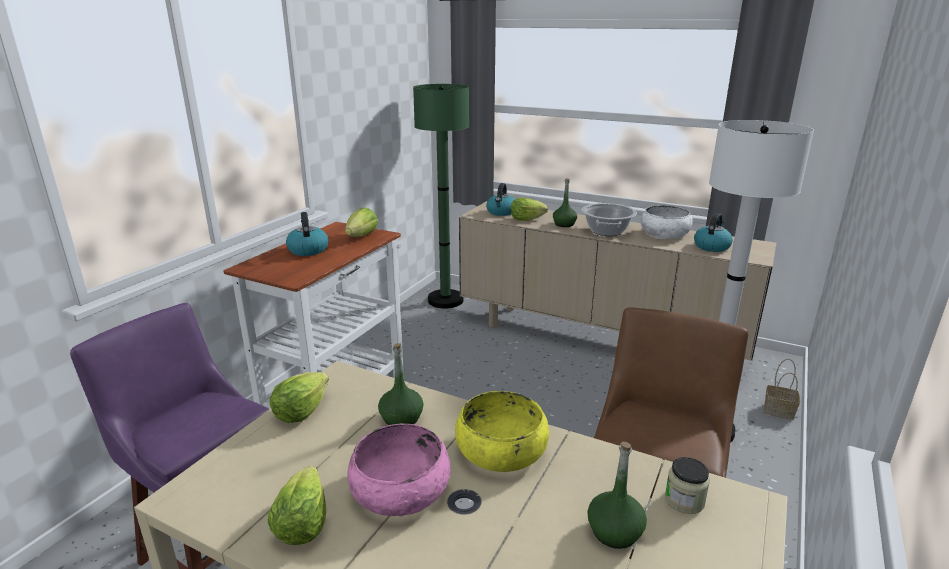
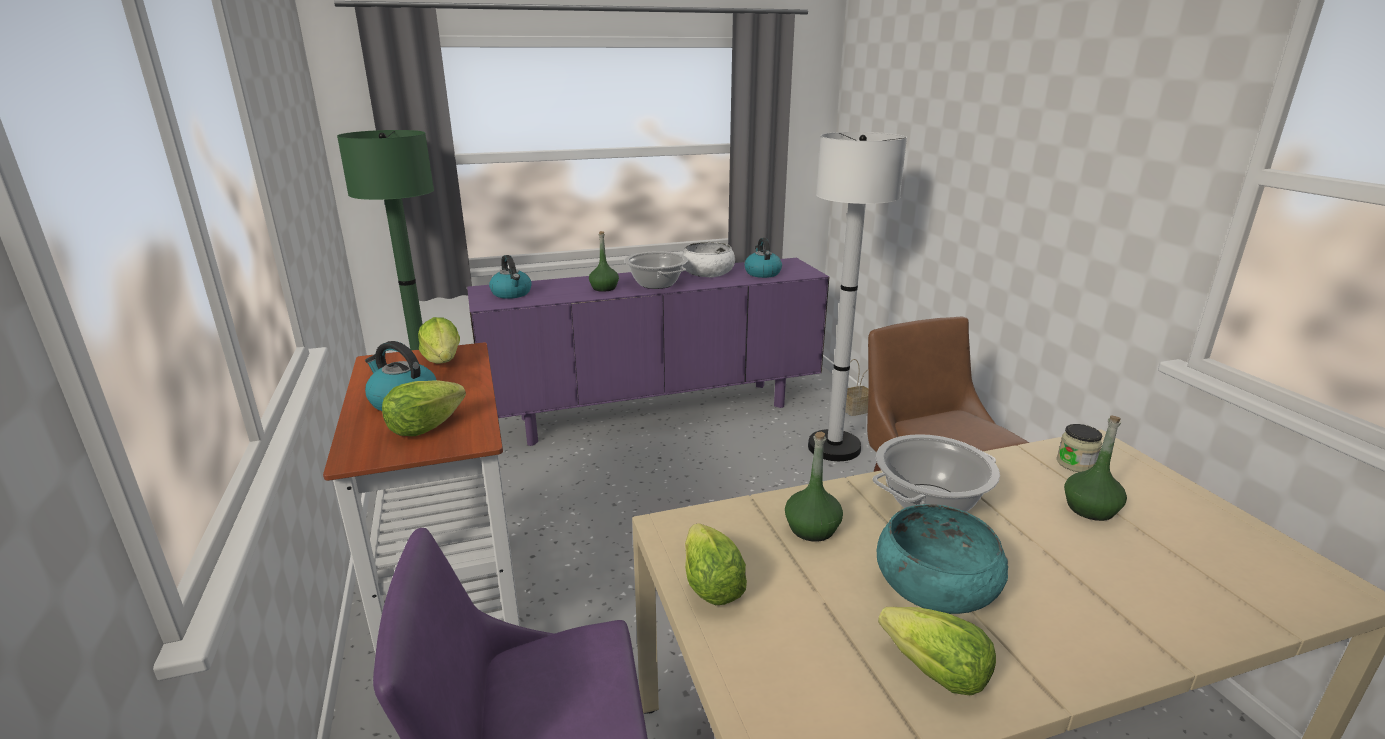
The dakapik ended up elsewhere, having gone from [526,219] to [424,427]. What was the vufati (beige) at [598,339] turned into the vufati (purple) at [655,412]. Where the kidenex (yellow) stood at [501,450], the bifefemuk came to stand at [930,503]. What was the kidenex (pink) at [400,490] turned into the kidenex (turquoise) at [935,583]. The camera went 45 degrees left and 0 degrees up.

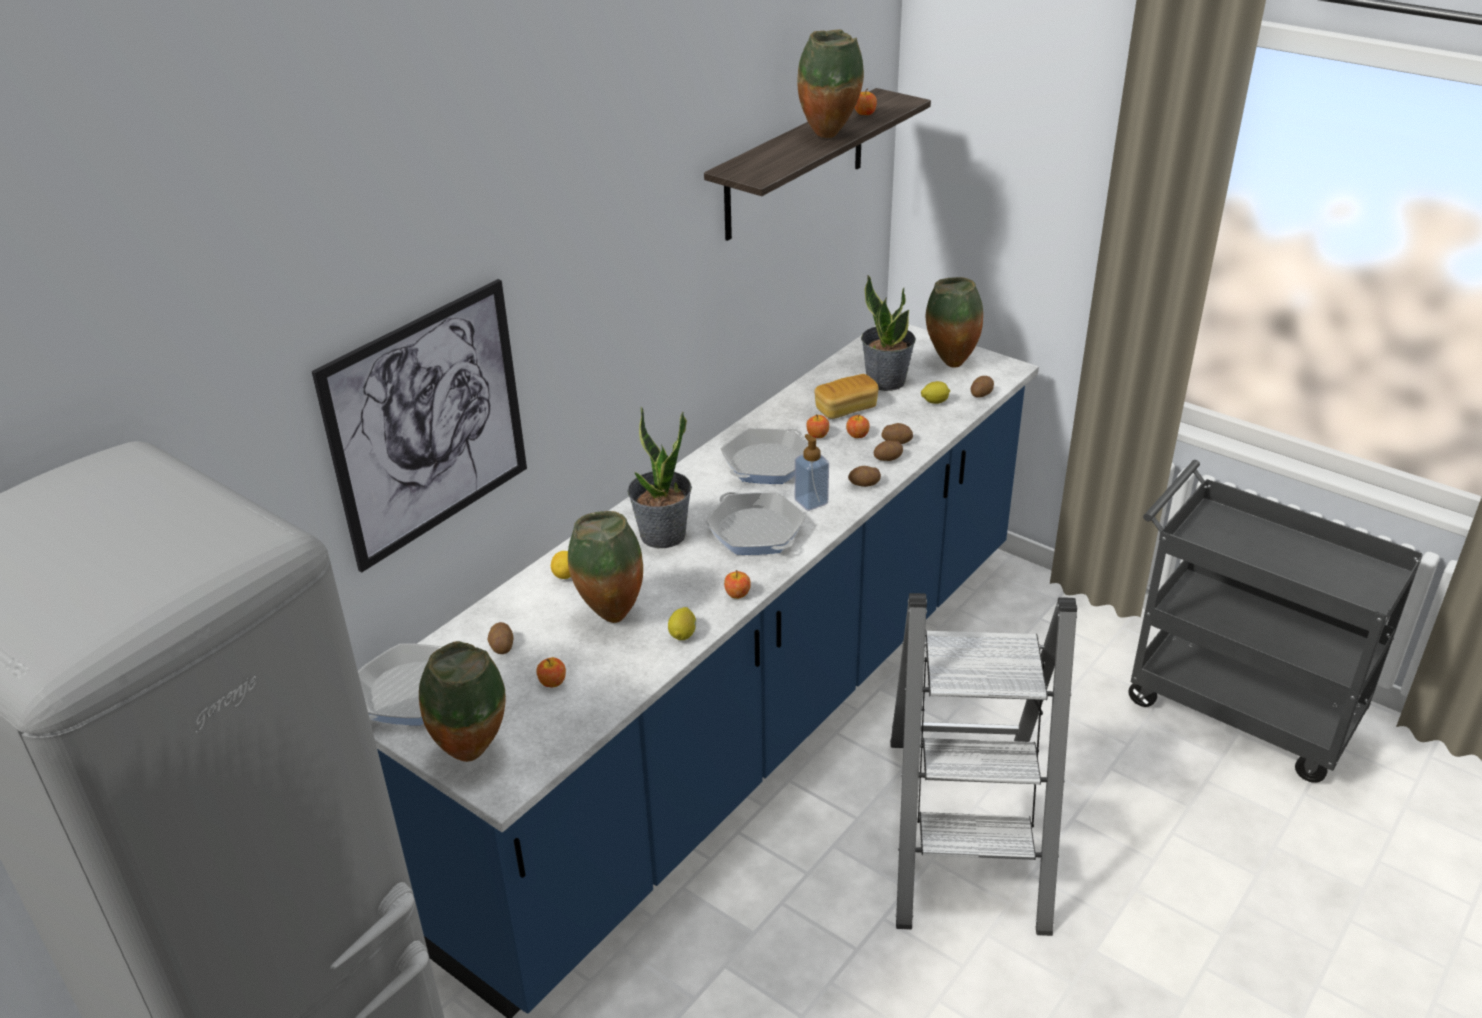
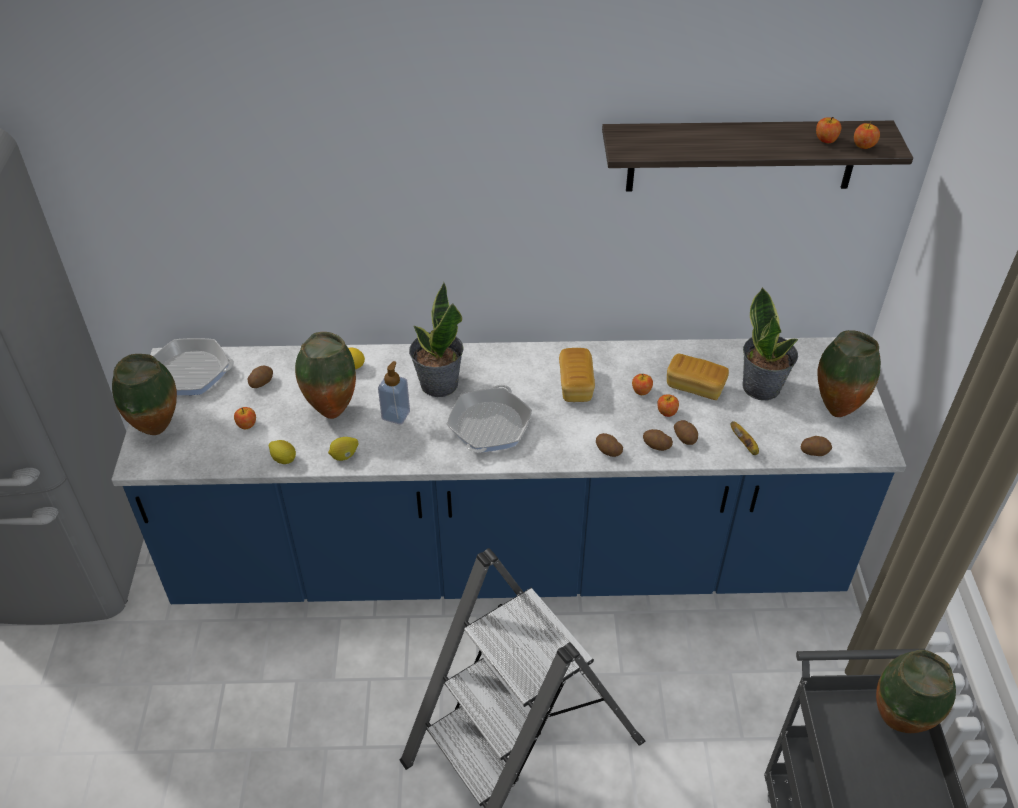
The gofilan ended up elsewhere, having gone from [829,136] to [899,724]. The second view lost the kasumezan at [428,424]. The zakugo ended up elsewhere, having gone from [934,402] to [284,459]. Where the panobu stood at [766,463], the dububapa came to stand at [575,385]. The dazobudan ended up elsewhere, having gone from [811,502] to [396,415]. The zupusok ended up elsewhere, having gone from [737,594] to [863,146]. The second view gained the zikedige at [745,445]. The camera went 50 degrees right and 10 degrees up.

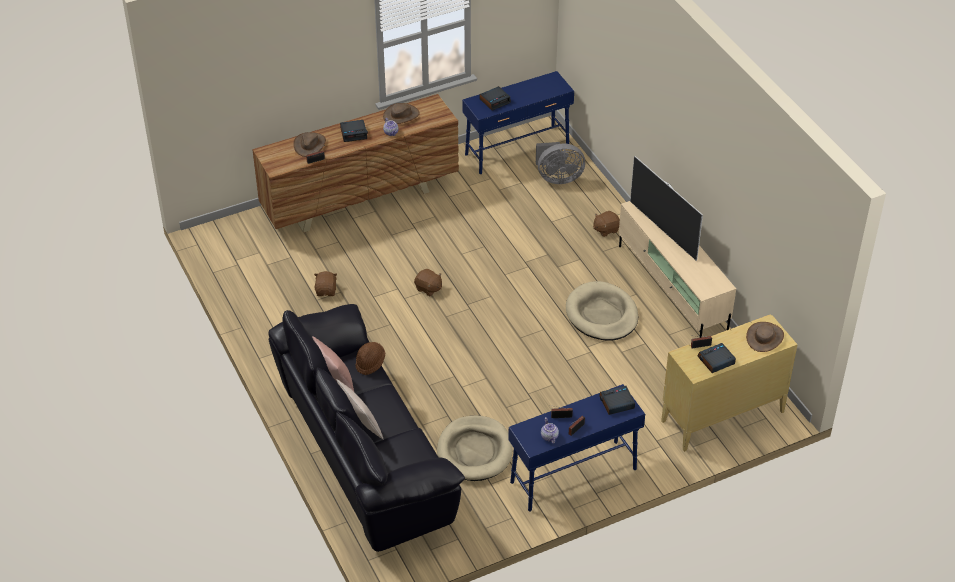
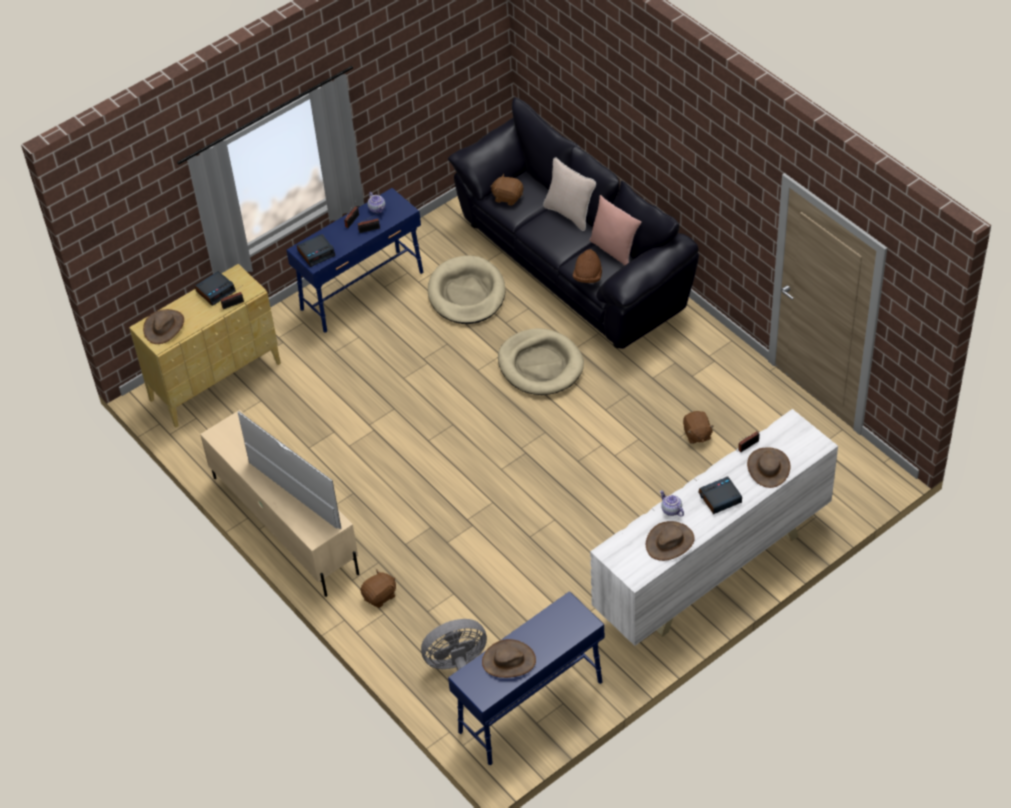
The second view lost the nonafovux at [495,101]. What was the vufati (brown) at [361,201] turned into the vufati (white) at [712,570]. The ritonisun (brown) ended up elsewhere, having gone from [428,288] to [507,197]. The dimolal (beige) ended up elsewhere, having gone from [602,314] to [540,365]. The second view gained the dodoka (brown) at [509,661]. The camera went 170 degrees right and 5 degrees up.

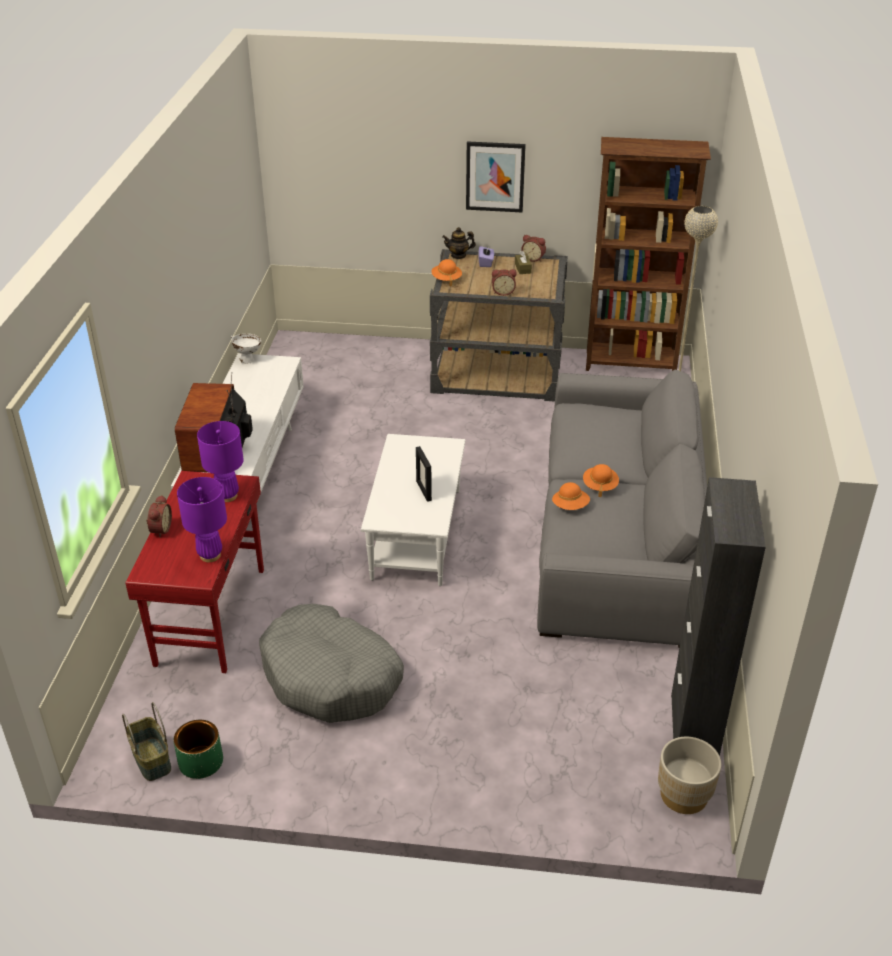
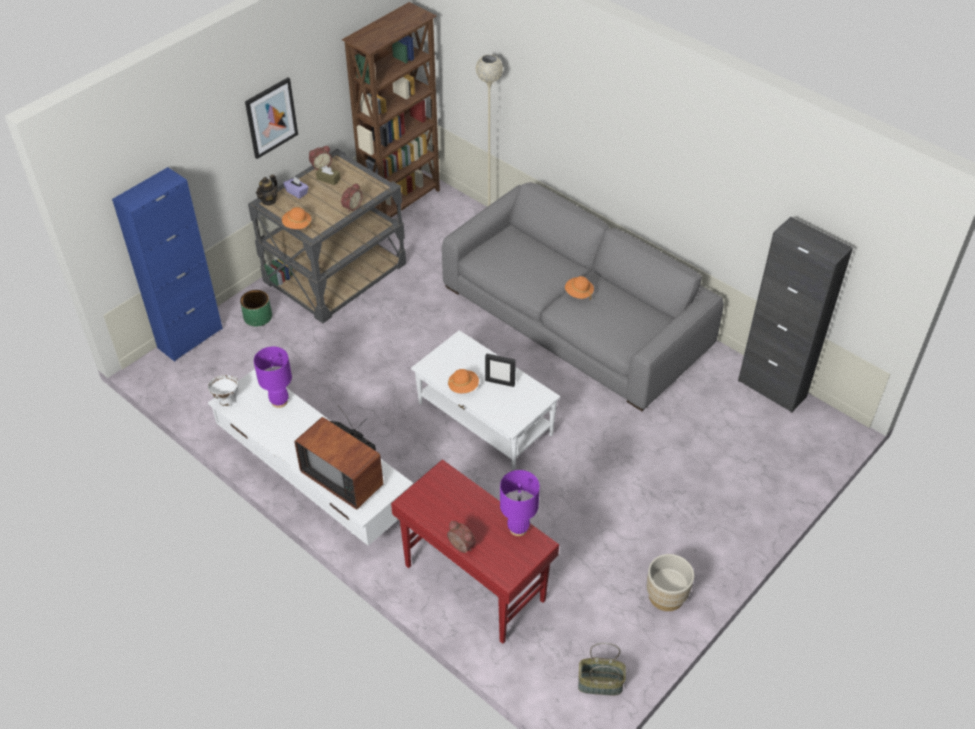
The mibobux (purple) ended up elsewhere, having gone from [227,496] to [279,401]. The dodoka (orange) ended up elsewhere, having gone from [570,506] to [463,386]. The second view lost the dimolal (grey) at [331,677]. The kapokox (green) ended up elsewhere, having gone from [201,762] to [258,317]. The kapokox (beige) ended up elsewhere, having gone from [683,795] to [666,596]. The second view gained the vufati (blue) at [190,338]. The camera went 55 degrees left and 10 degrees up.

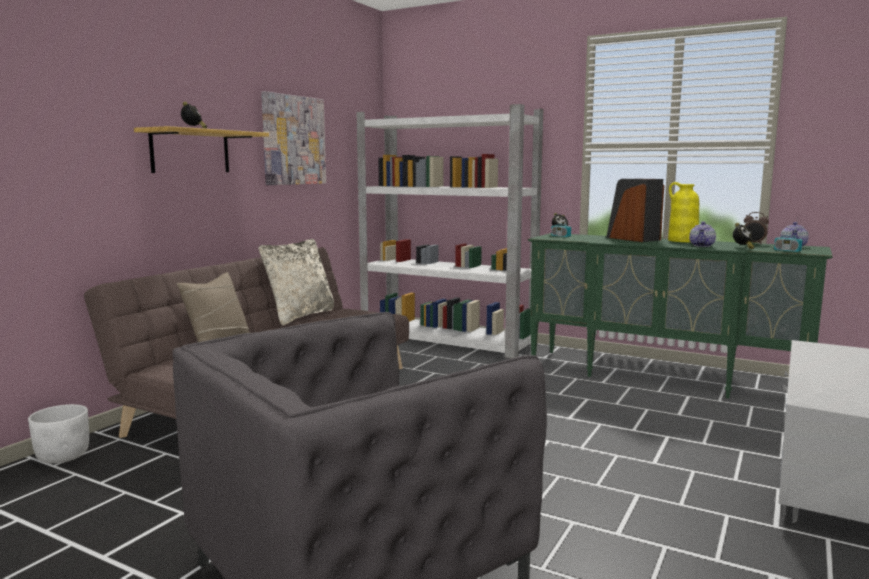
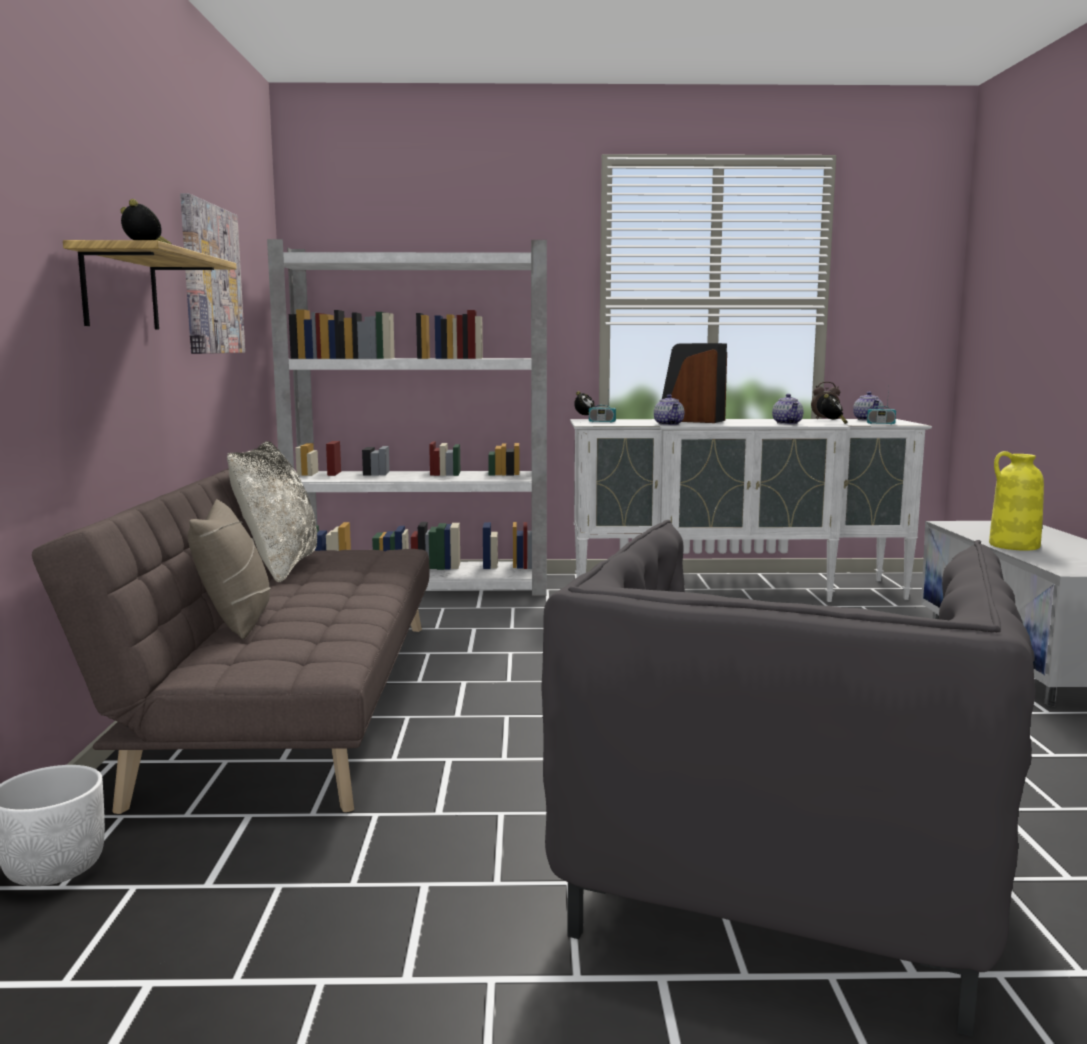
The gofilan (yellow) ended up elsewhere, having gone from [682,240] to [1013,546]. What was the vufati (green) at [662,377] turned into the vufati (white) at [737,590]. The second view gained the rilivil at [669,424]. The camera went 30 degrees left and 0 degrees up.

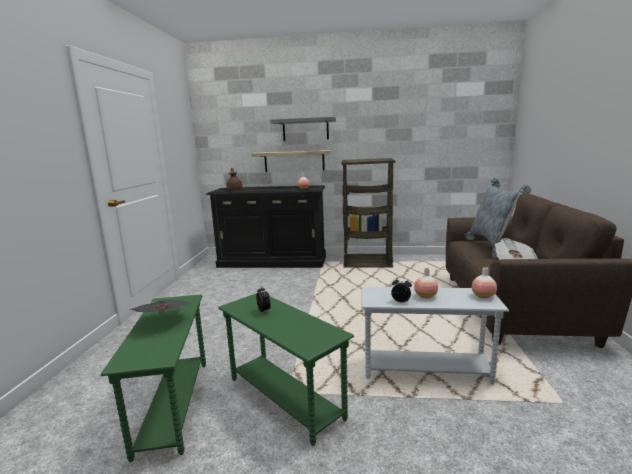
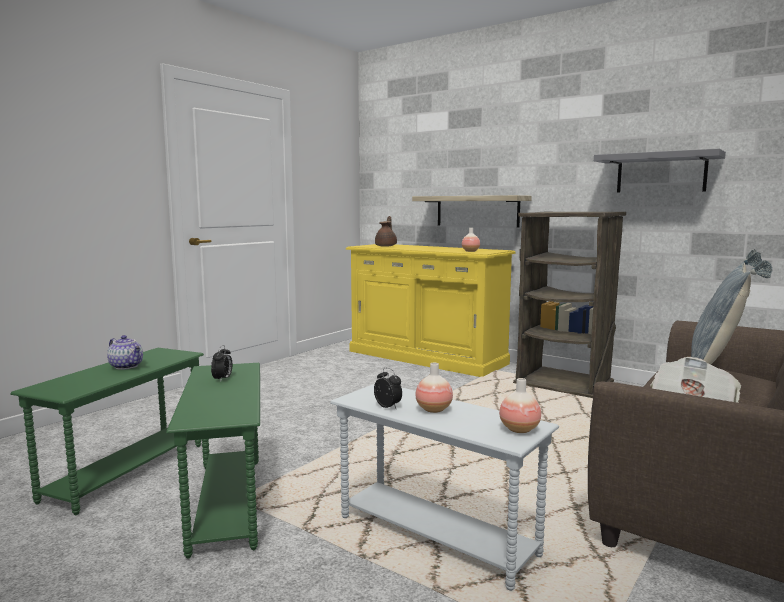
The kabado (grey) ended up elsewhere, having gone from [305,129] to [661,173]. What was the vufati (black) at [273,261] turned into the vufati (yellow) at [426,357]. Where the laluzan stood at [164,320], the rilivil came to stand at [127,366]. The camera went 30 degrees right and 5 degrees down.

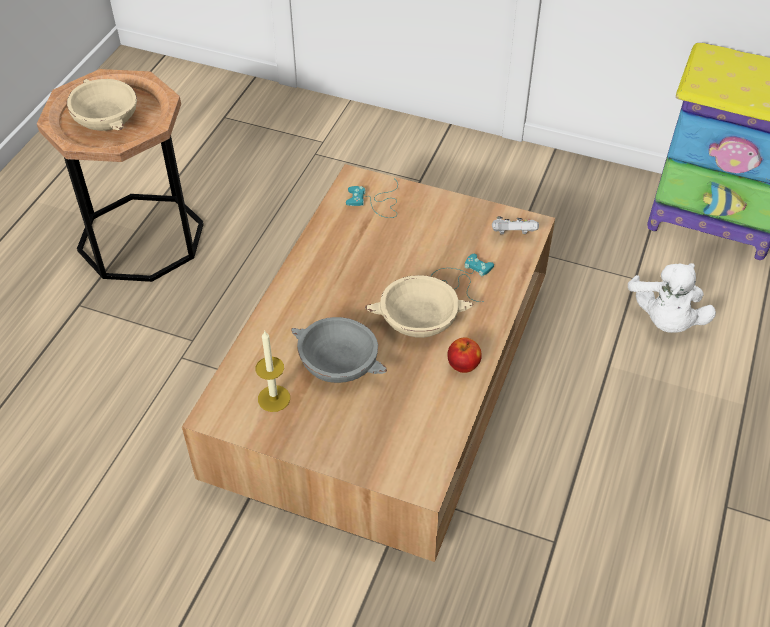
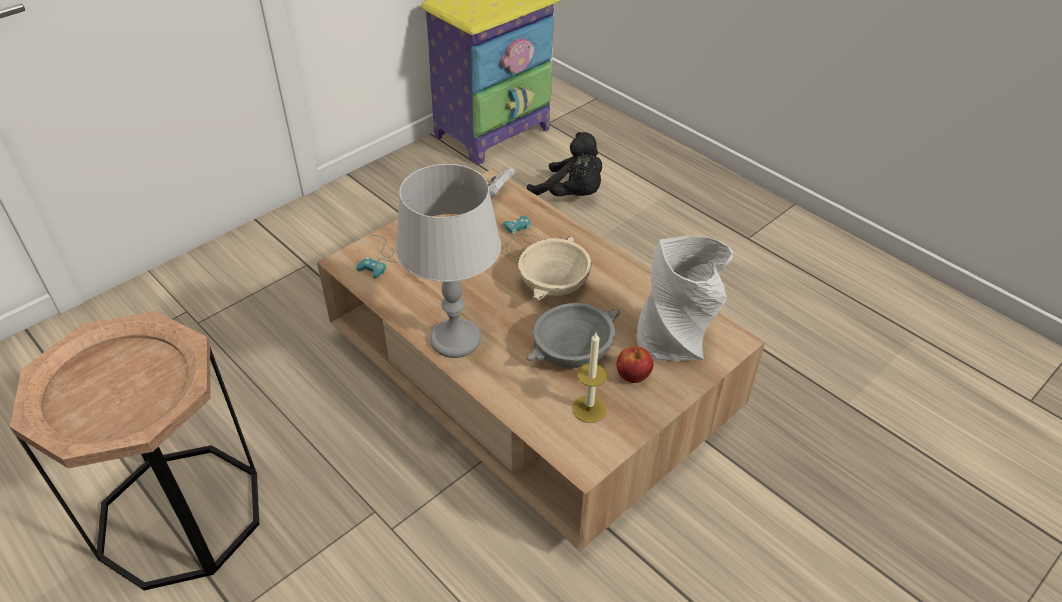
The second view lost the kidenex (beige) at [105,119]. What was the ritonisun (white) at [664,320] turned into the ritonisun (black) at [571,195]. The zupusok ended up elsewhere, having gone from [463,365] to [633,375]. The second view gained the mibobux (grey) at [456,339]. The second view gained the gofilan (grey) at [676,339]. The camera went 65 degrees left and 5 degrees down.

